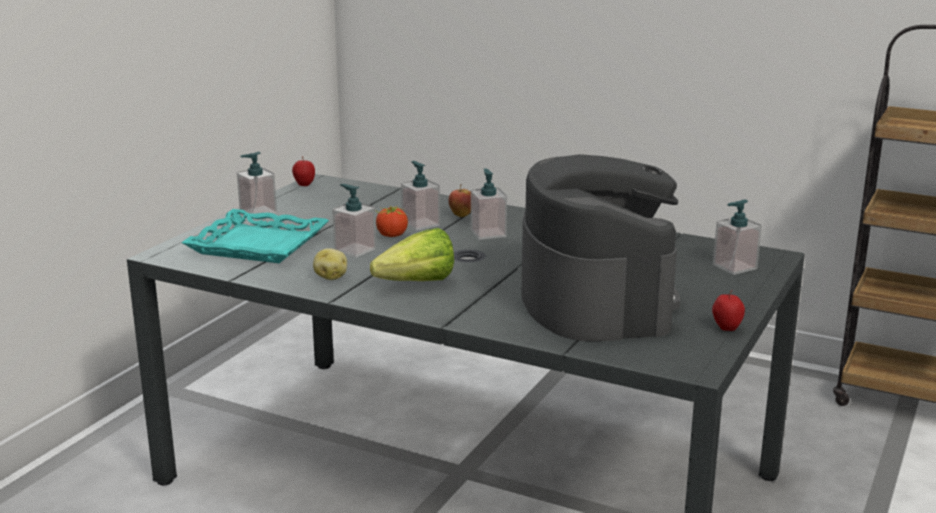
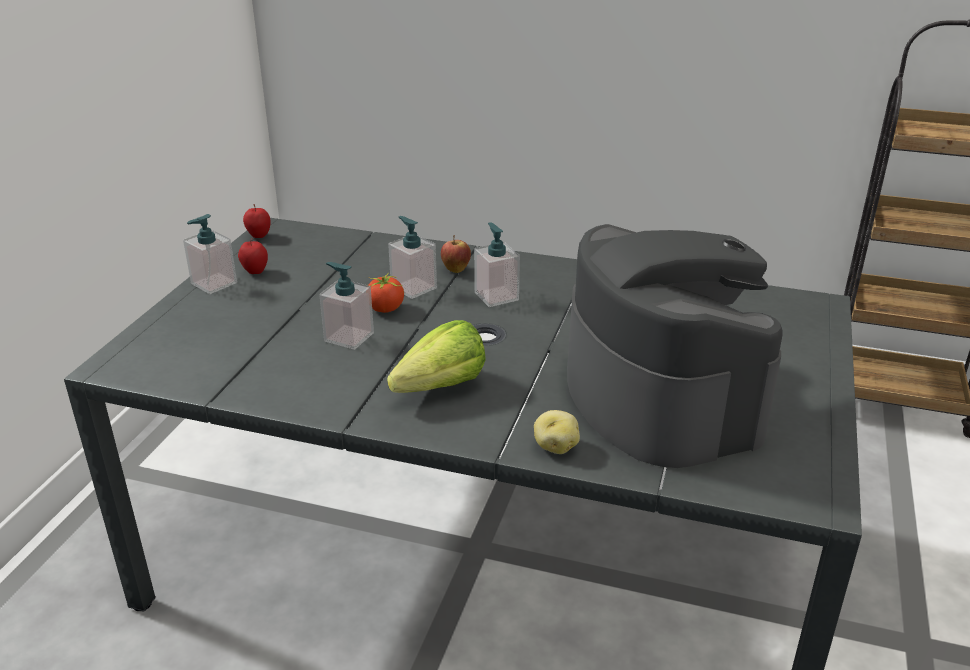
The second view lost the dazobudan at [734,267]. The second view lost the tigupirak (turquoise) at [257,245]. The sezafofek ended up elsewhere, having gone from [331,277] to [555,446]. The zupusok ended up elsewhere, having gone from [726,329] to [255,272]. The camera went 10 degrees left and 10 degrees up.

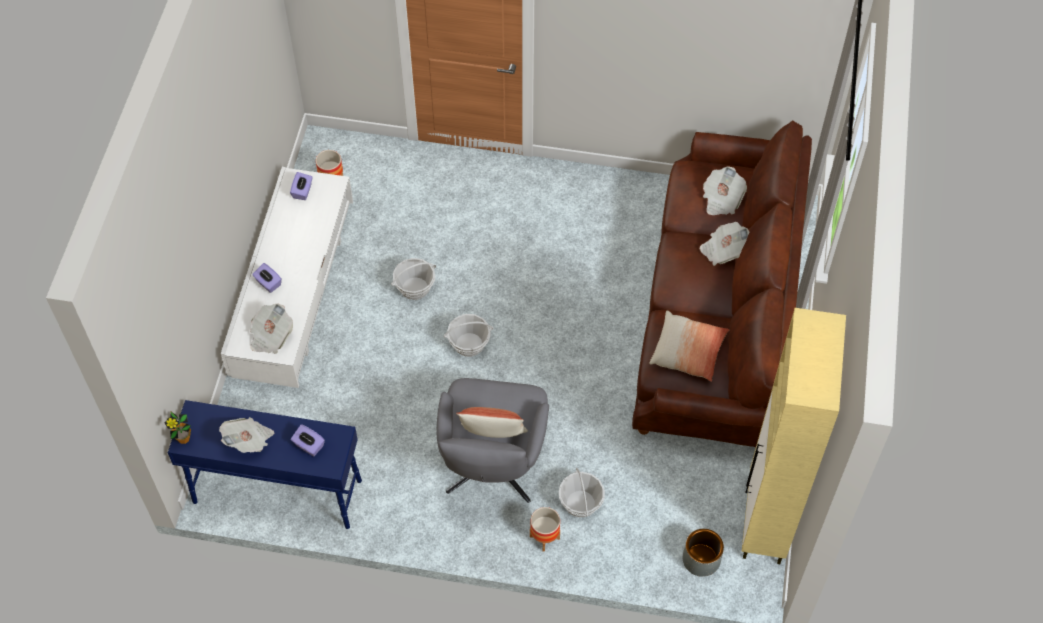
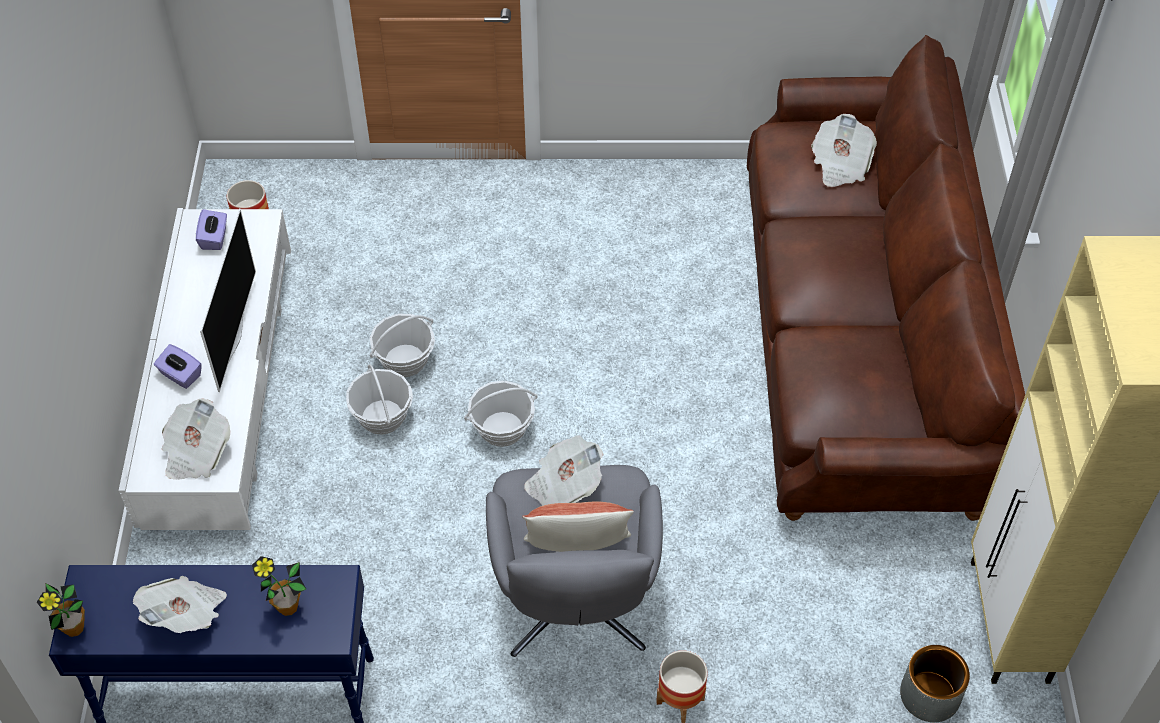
The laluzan ended up elsewhere, having gone from [723,250] to [563,485]. The second view lost the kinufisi at [688,352]. Where the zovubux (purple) stood at [309,445], the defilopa came to stand at [288,607]. The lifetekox ended up elsewhere, having gone from [580,503] to [382,417]. The second view gained the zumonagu at [233,338]. The camera went 10 degrees left and 5 degrees down.

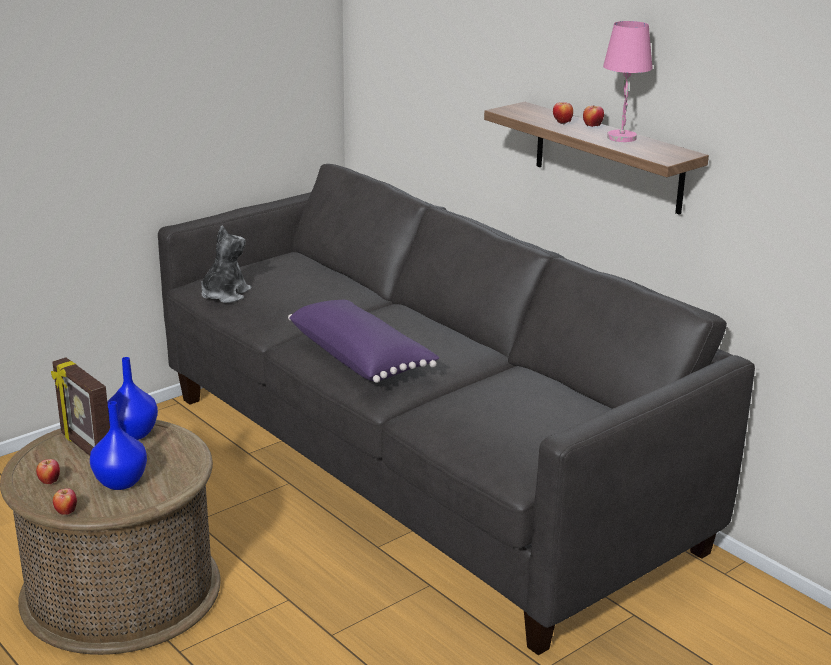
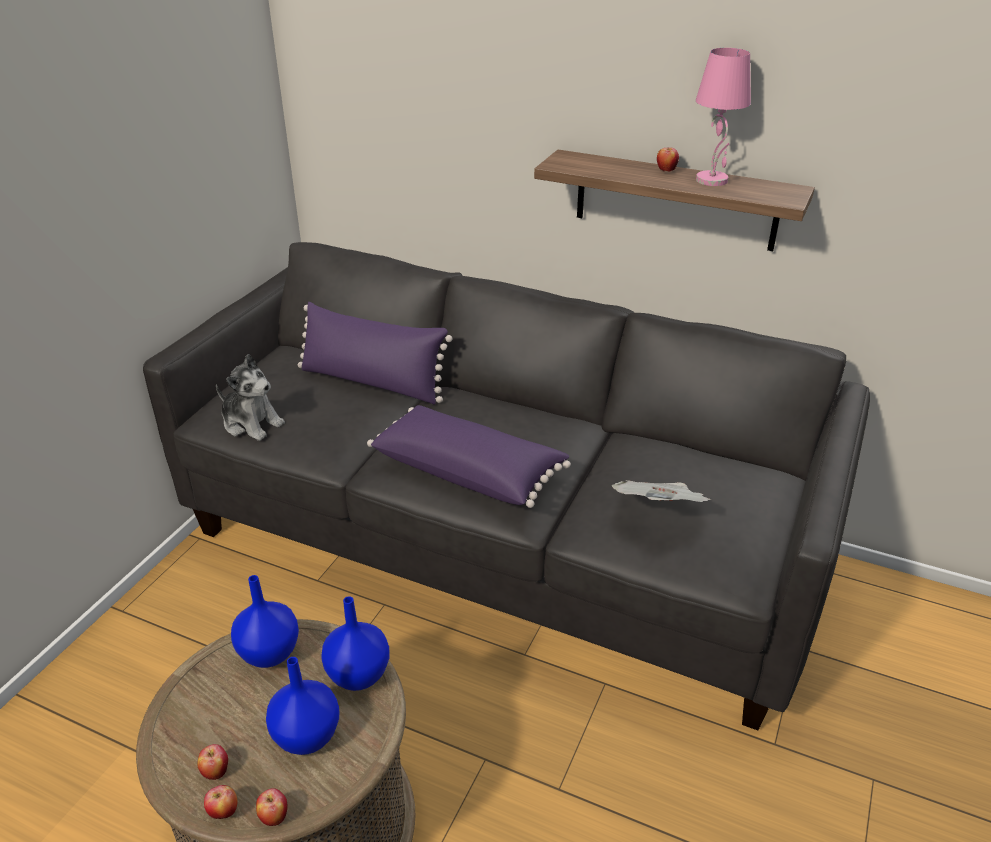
The zupusok ended up elsewhere, having gone from [562,123] to [224,812]. The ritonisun at [224,295] ended up facing another way, 120 degrees clockwise from before. The second view lost the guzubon at [85,447]. The second view gained the kinufisi (purple) at [372,382]. The second view gained the laluzan at [659,511]. The second view gained the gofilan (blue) at [357,674]. The camera went 25 degrees left and 10 degrees up.

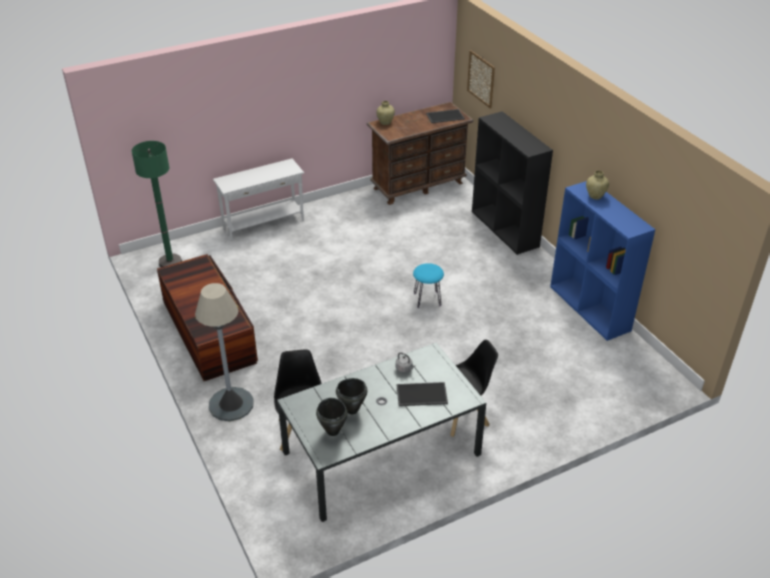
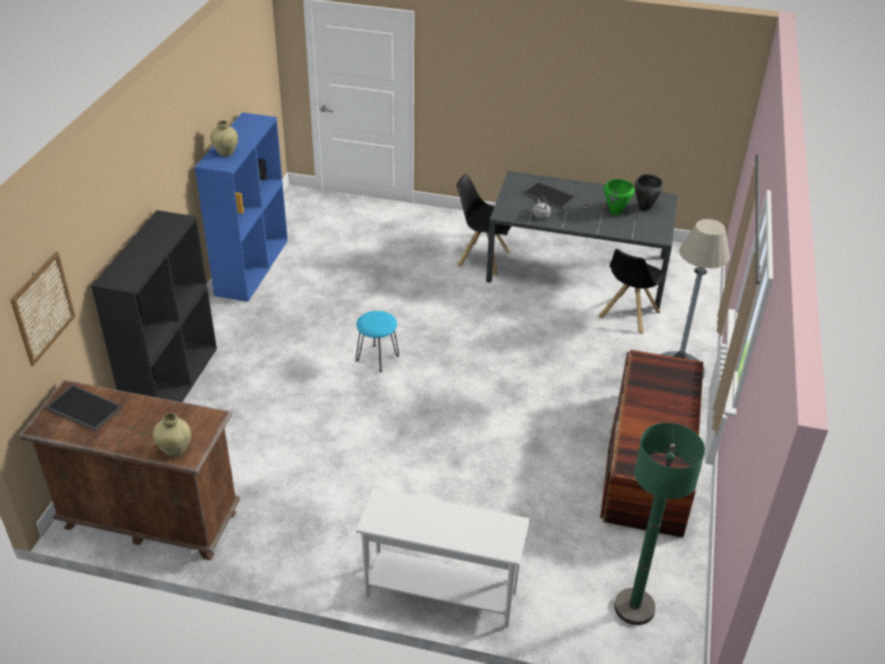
What was the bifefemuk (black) at [351,409] turned into the bifefemuk (green) at [616,212]. The camera went 140 degrees left and 0 degrees up.

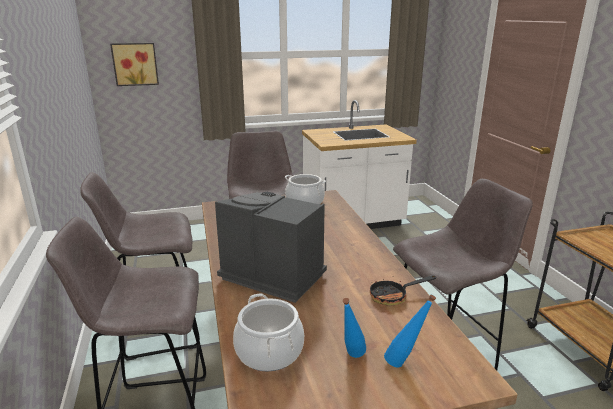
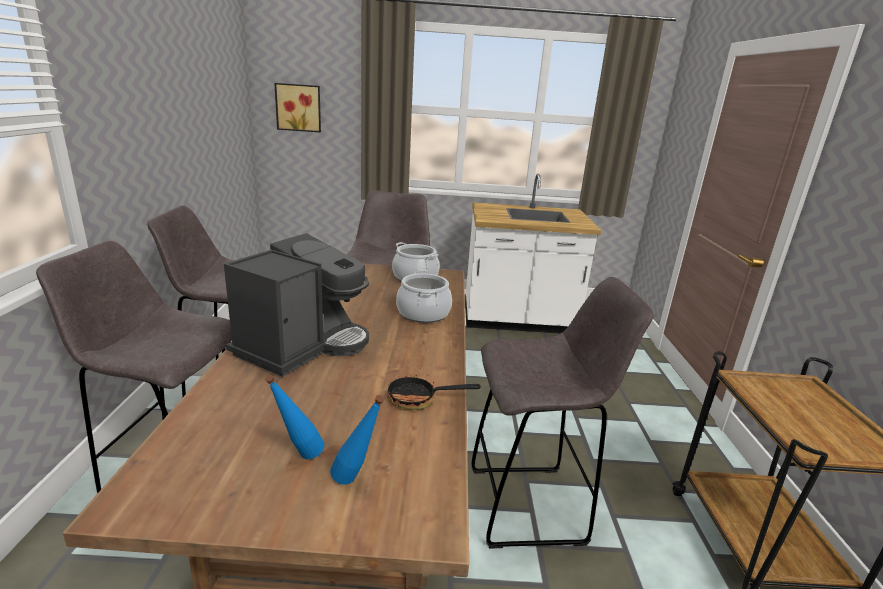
The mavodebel at [272,275] ended up facing another way, 75 degrees clockwise from before. The bifefemuk ended up elsewhere, having gone from [269,351] to [423,313]. The camera went 15 degrees right and 0 degrees up.

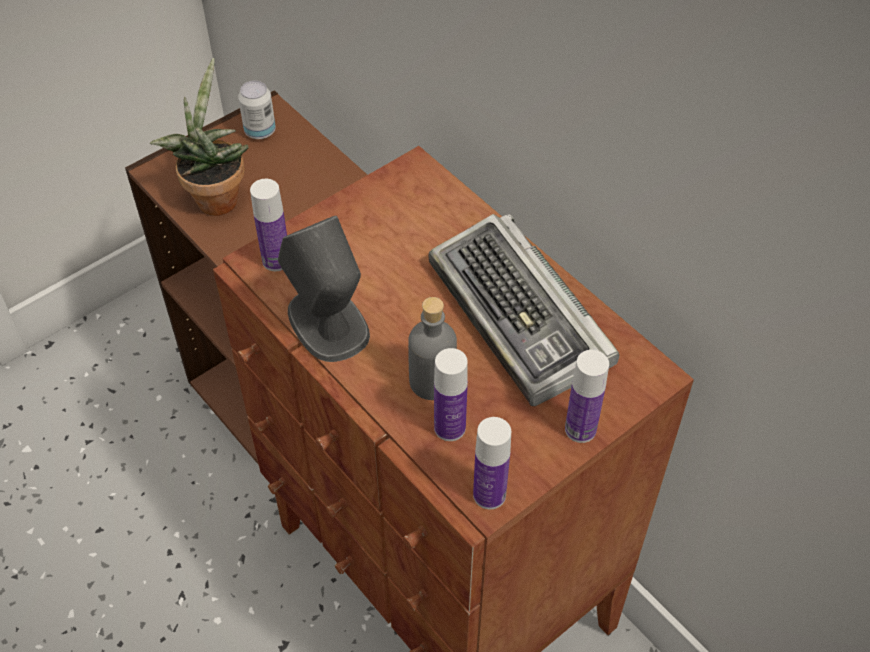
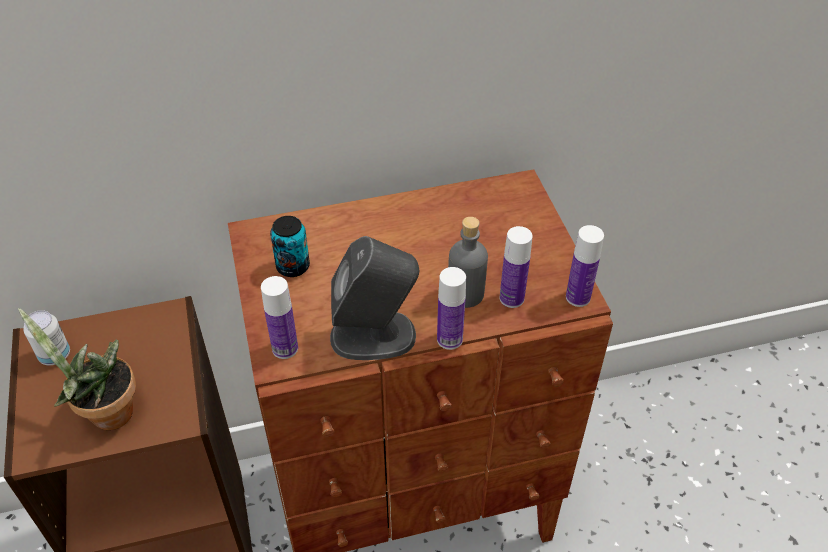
The second view lost the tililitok at [521,317]. The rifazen ended up elsewhere, having gone from [580,429] to [449,339]. The second view gained the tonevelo at [293,266]. The camera went 65 degrees left and 5 degrees down.

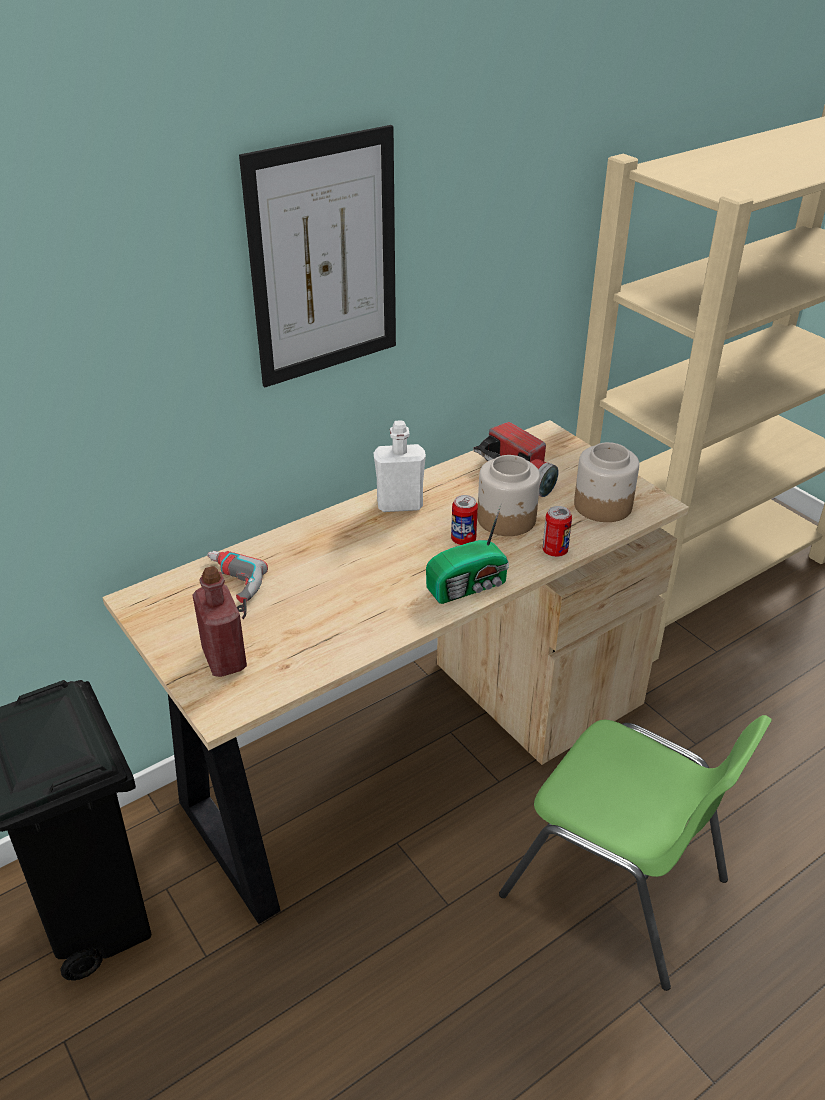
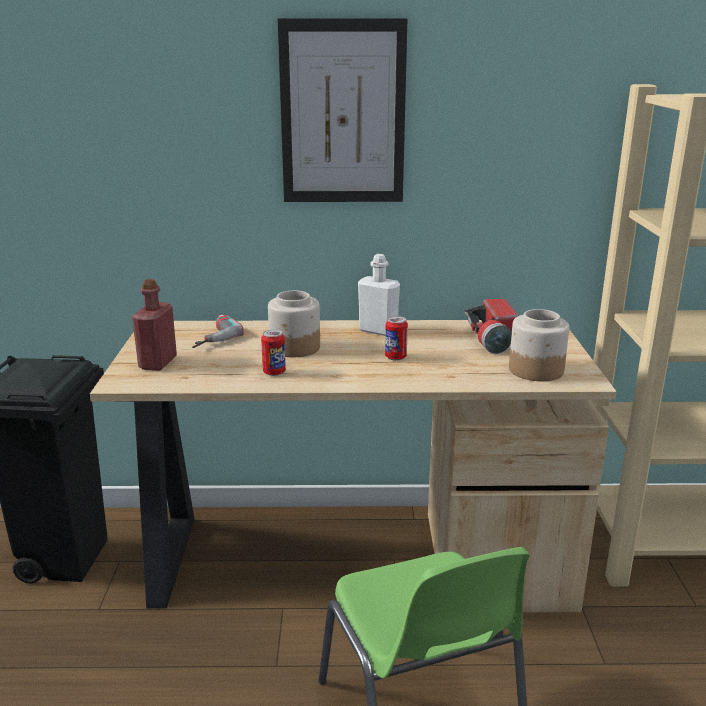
The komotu ended up elsewhere, having gone from [507,519] to [295,348]. The second view lost the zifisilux at [469,586]. The tonevelo ended up elsewhere, having gone from [555,551] to [274,372]. The camera went 35 degrees right and 15 degrees down.

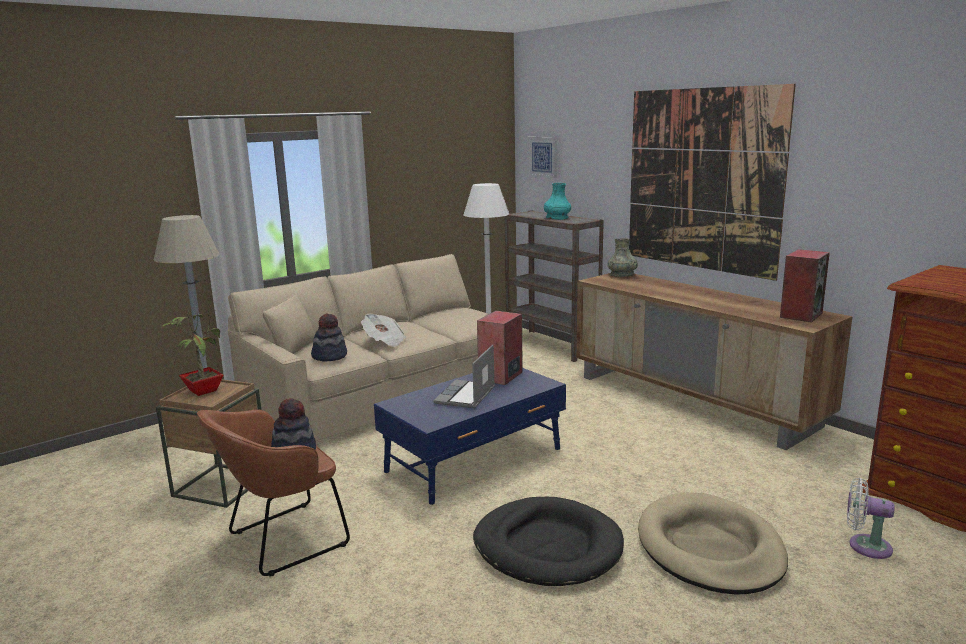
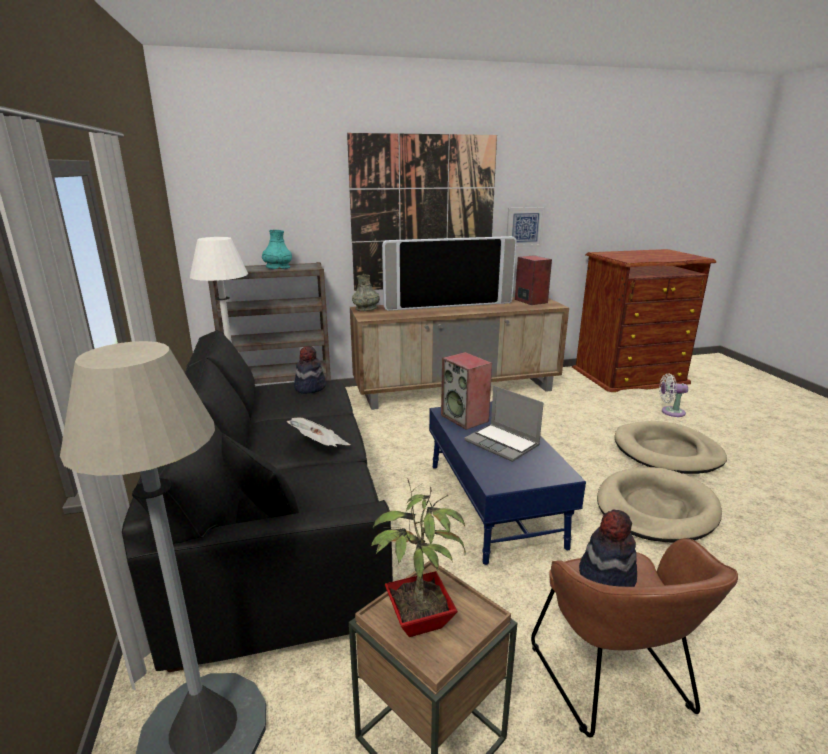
The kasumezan ended up elsewhere, having gone from [543,157] to [524,227]. What was the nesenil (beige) at [384,395] turned into the nesenil (black) at [280,521]. The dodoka ended up elsewhere, having gone from [329,356] to [309,387]. The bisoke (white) at [865,546] ended up facing another way, 45 degrees clockwise from before. What was the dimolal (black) at [547,546] turned into the dimolal (beige) at [655,509]. The second view gained the zumonagu at [448,305]. The camera went 65 degrees left and 5 degrees up.

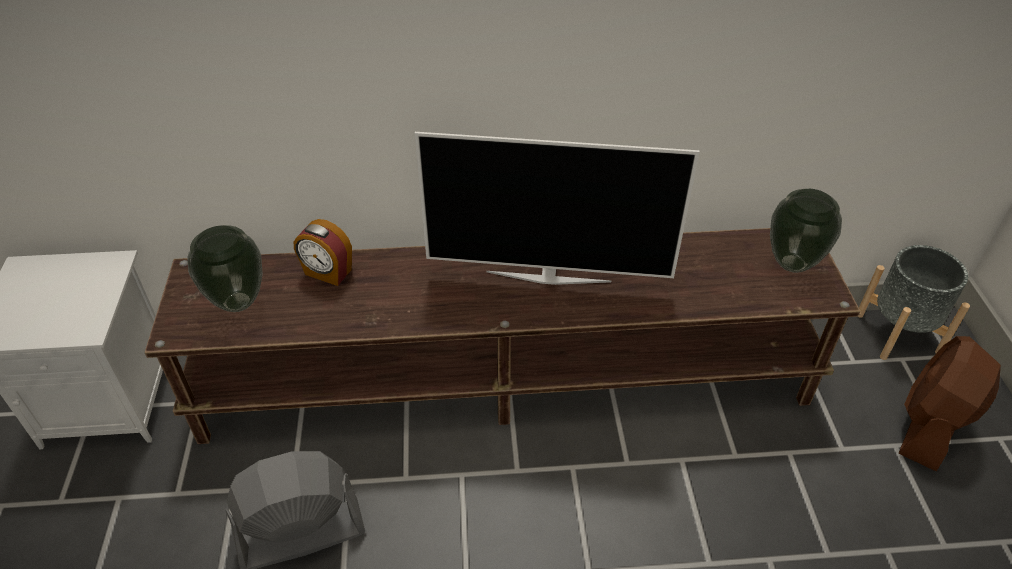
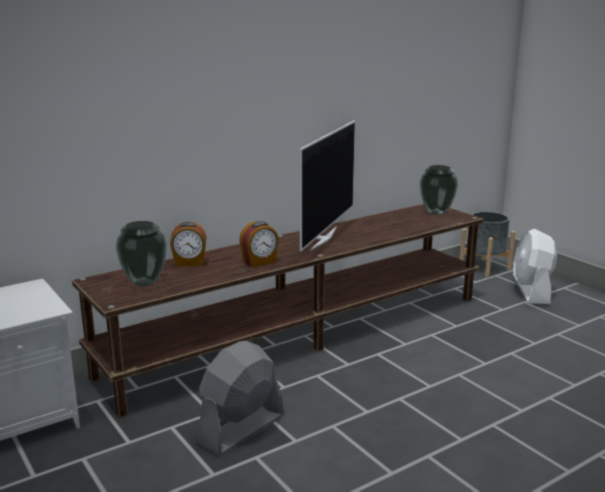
The zumonagu at [548,275] ended up facing another way, 45 degrees counterclockwise from before. What was the bisoke (brown) at [930,425] turned into the bisoke (white) at [531,291]. The second view gained the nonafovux at [259,262]. The camera went 30 degrees left and 25 degrees down.

